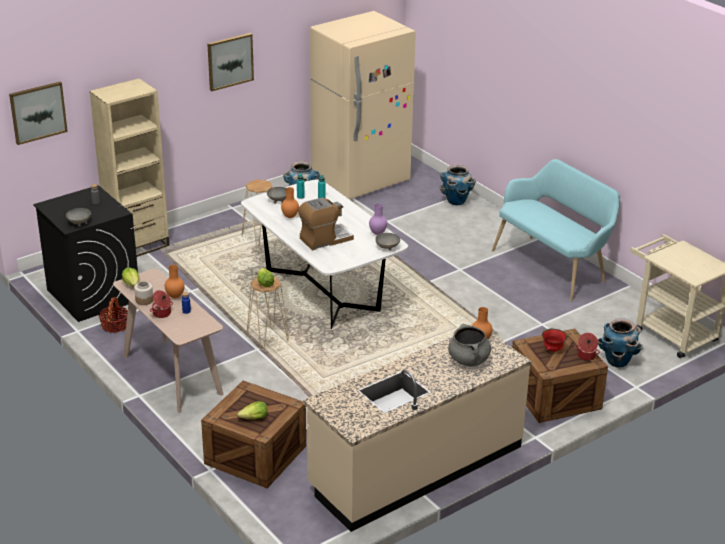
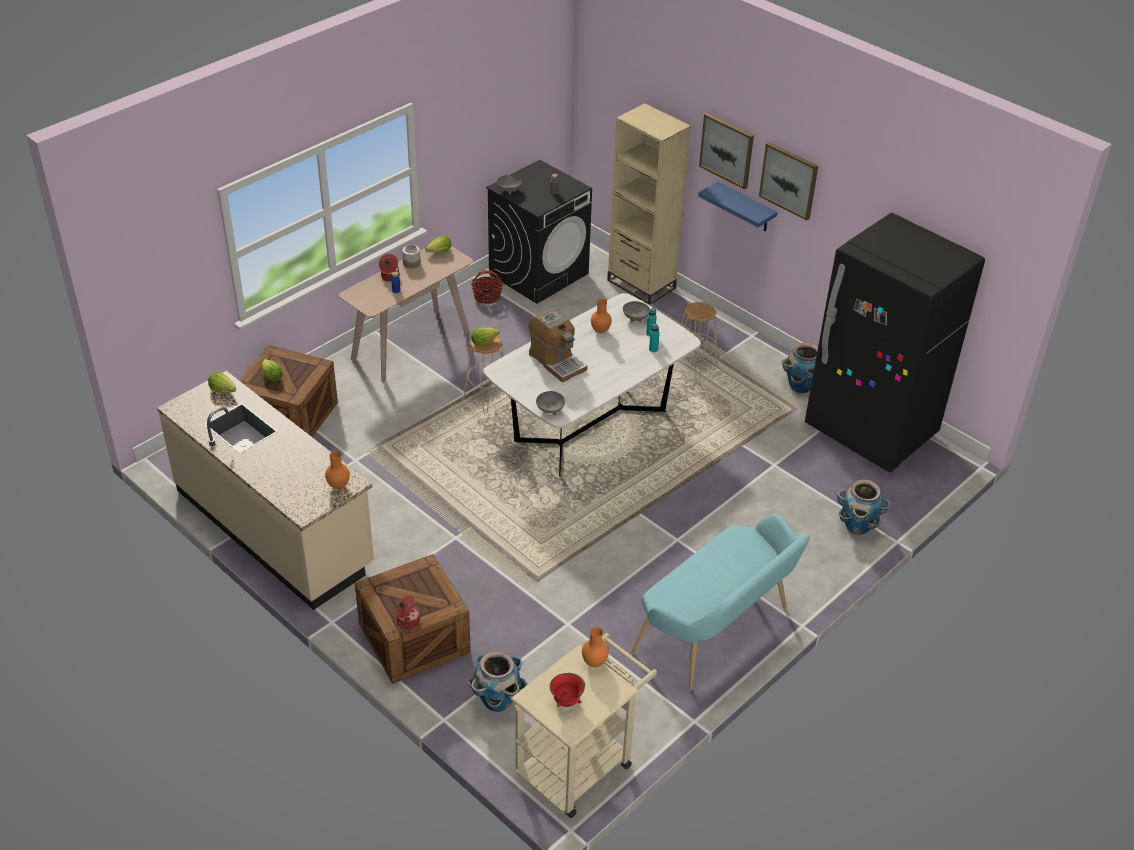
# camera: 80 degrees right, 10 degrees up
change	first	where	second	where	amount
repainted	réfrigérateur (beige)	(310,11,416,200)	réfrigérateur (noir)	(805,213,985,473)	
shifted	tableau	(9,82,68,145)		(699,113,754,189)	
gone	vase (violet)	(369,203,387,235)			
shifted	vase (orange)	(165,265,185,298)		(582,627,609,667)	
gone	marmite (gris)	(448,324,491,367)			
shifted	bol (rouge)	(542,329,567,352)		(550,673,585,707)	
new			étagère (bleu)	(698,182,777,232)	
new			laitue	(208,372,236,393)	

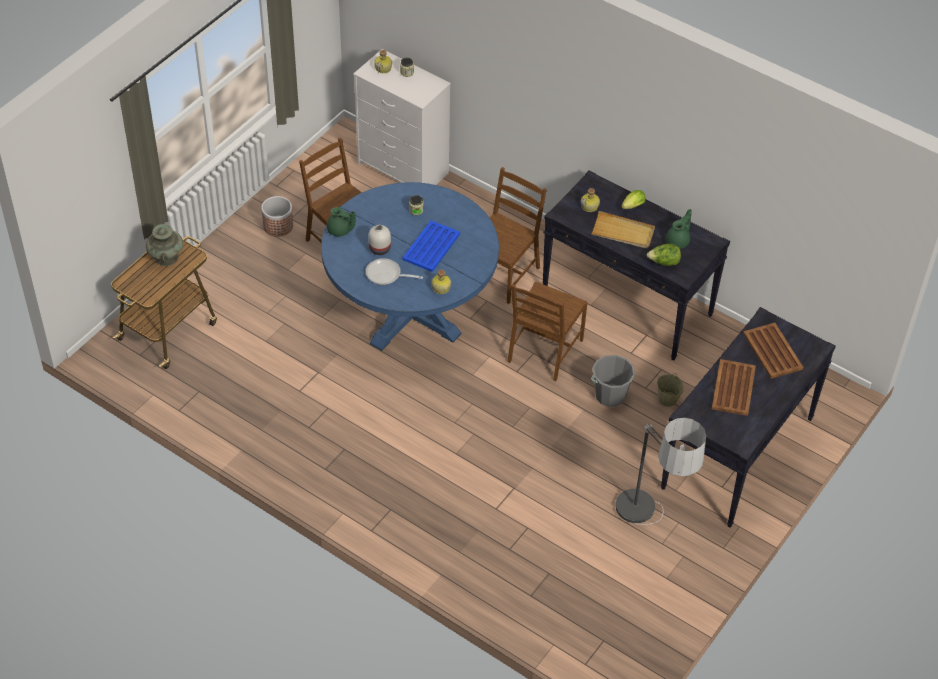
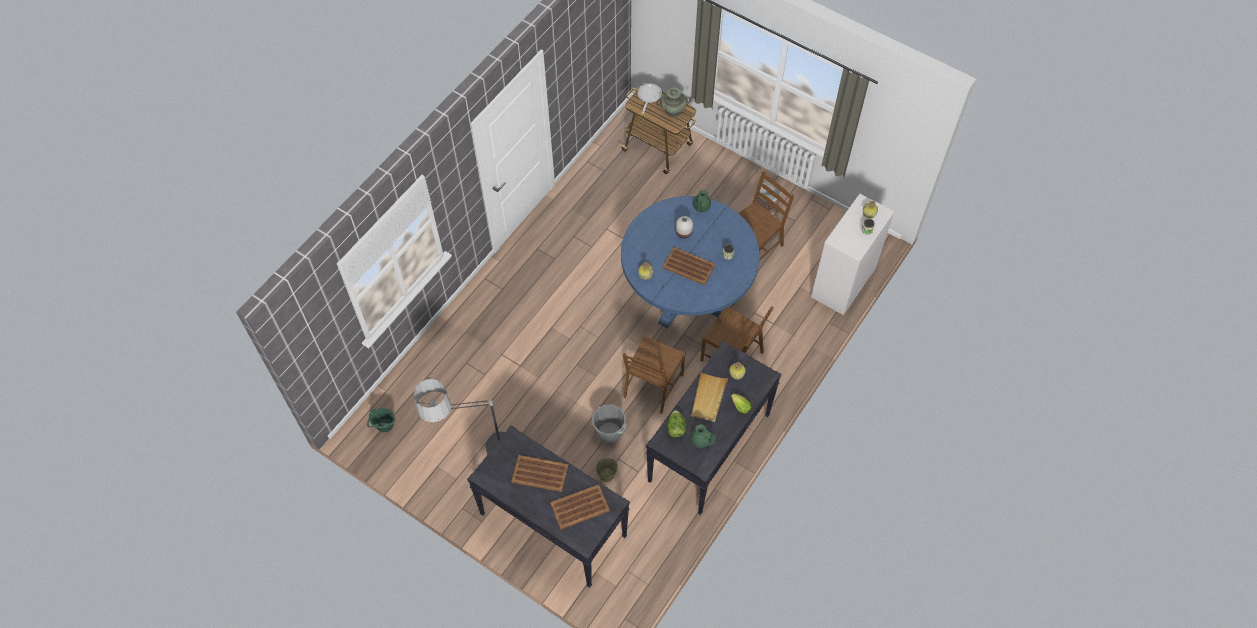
# camera: 90 degrees right, 10 degrees up
change	first	where	second	where	amount
repainted	plateau (bleu)	(402,221,460,272)	plateau (marron)	(662,247,716,285)	
shifted	poêle	(366,258,423,285)		(638,83,662,114)	
rotated	chaise (marron)	(507,281,588,381)		(623,336,686,414)	90 degrees counterclockwise
new			seau (vert)	(367,408,395,432)	

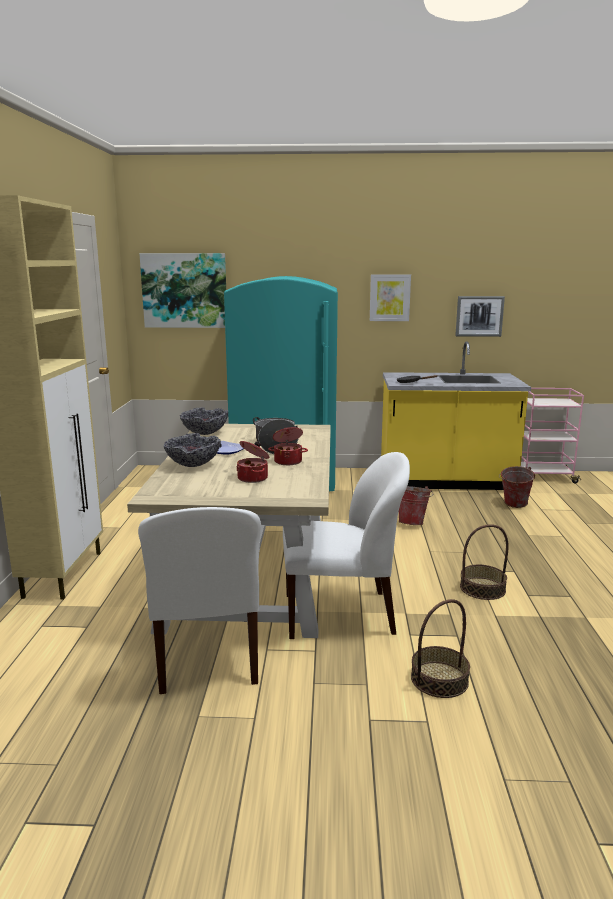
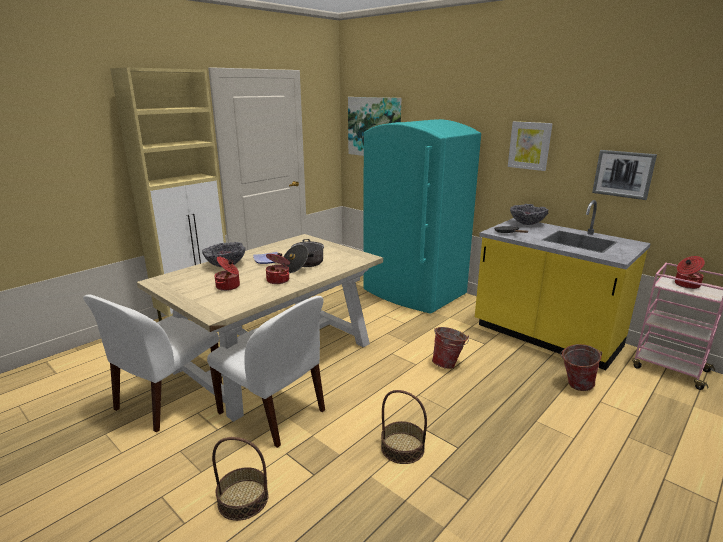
# camera: 40 degrees right, 5 degrees up
change	first	where	second	where	amount
shifted	bol	(180,407,228,435)		(510,204,549,225)	
new			marmite	(675,256,705,289)	

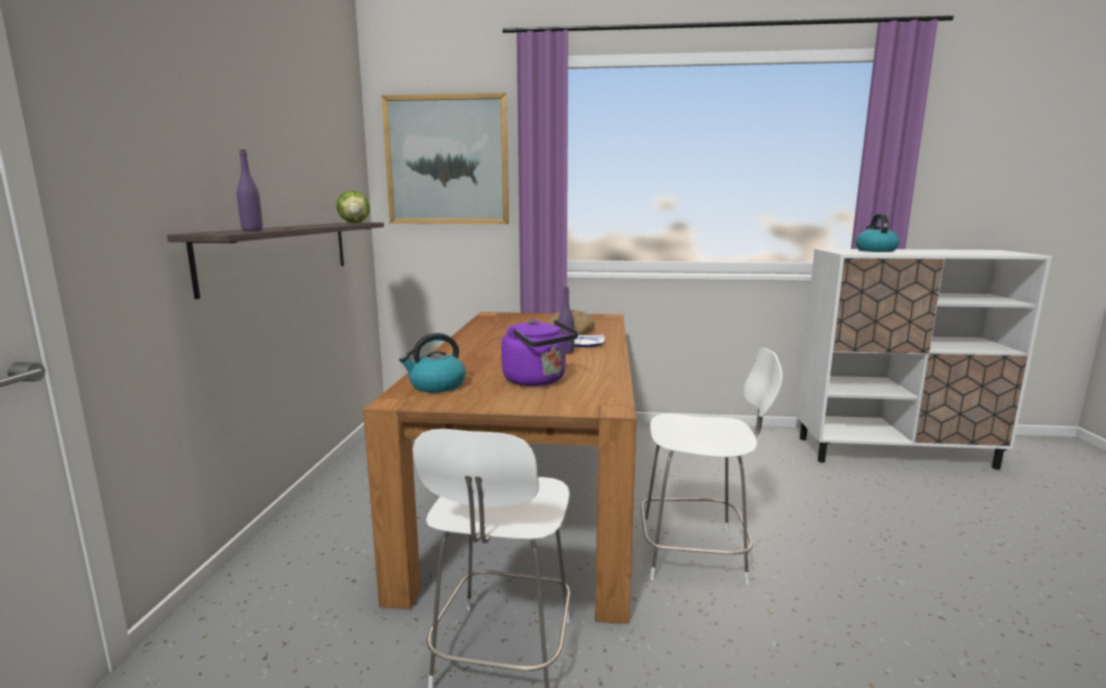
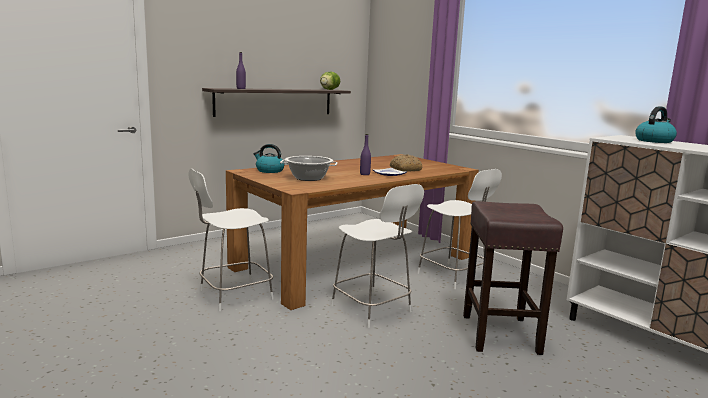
# camera: 45 degrees right, 0 degrees up
change	first	where	second	where	amount
gone	tableau	(382,93,509,224)			
swapped	bouilloire (violet)	(501,319,578,386)	marmite	(280,156,338,181)	
new			chaise (blanc)	(417,169,502,289)	
new			tabouret (marron)	(463,201,563,355)	

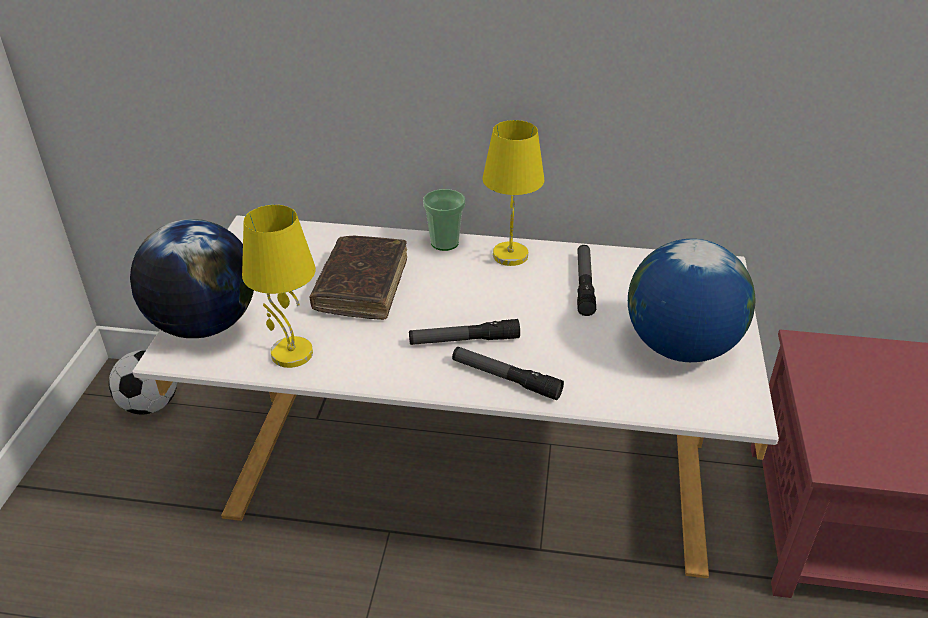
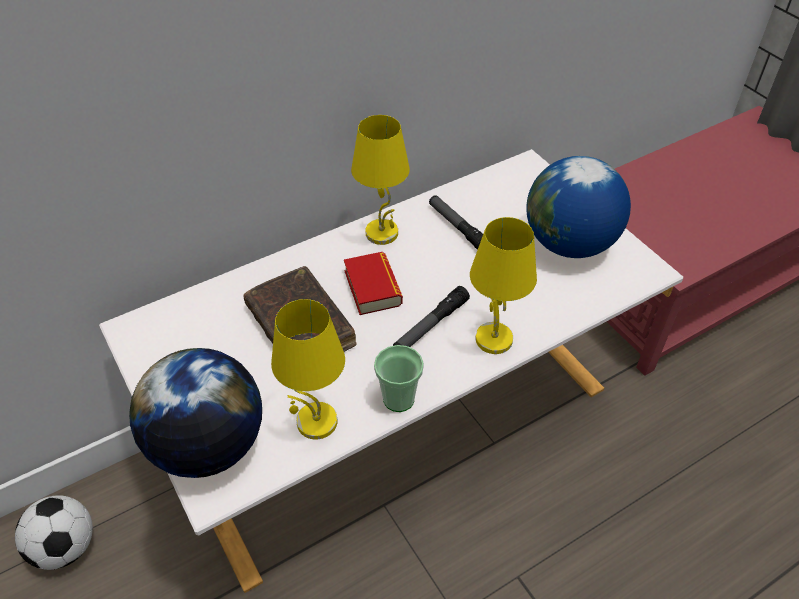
# camera: 40 degrees left, 10 degrees up
change	first	where	second	where	amount
shifted	tasse	(423,189,465,251)		(374,345,424,412)	
swapped	lampe de poche	(452,347,564,400)	lampe de table (jaune)	(470,217,537,354)	
new			livre	(344,252,403,315)	

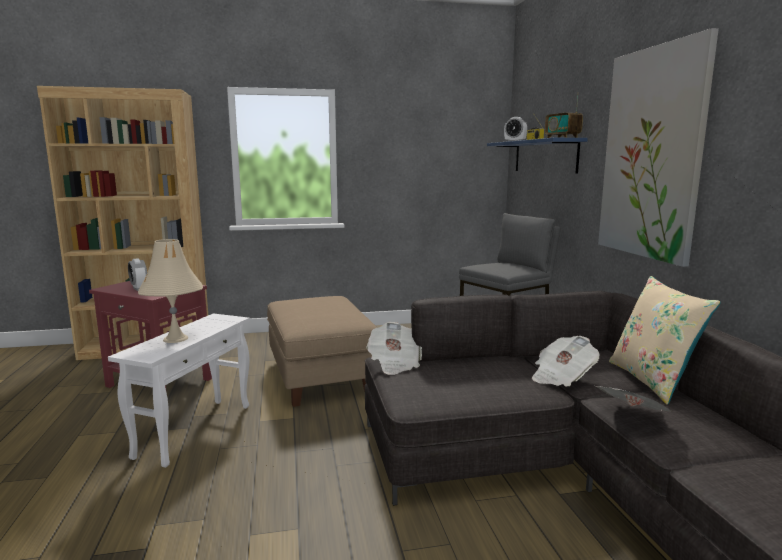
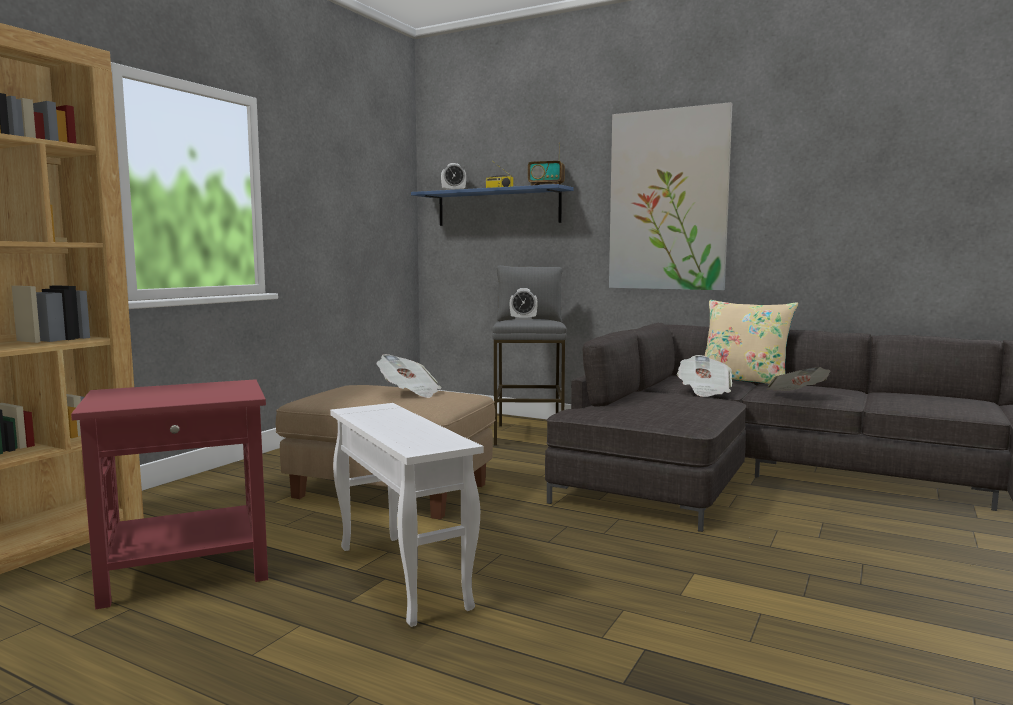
# camera: 50 degrees left, 5 degrees down
change	first	where	second	where	amount
gone	lampe de table (beige)	(138,239,203,343)			
shifted	réveil	(128,258,147,291)		(510,288,538,320)	
shifted	journal	(366,322,422,375)		(377,354,442,398)	

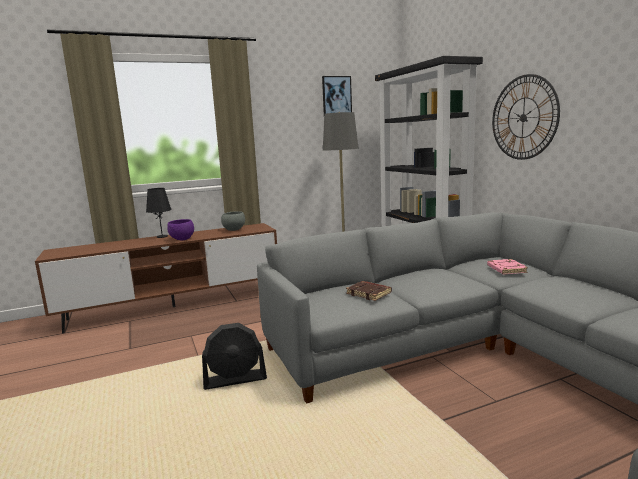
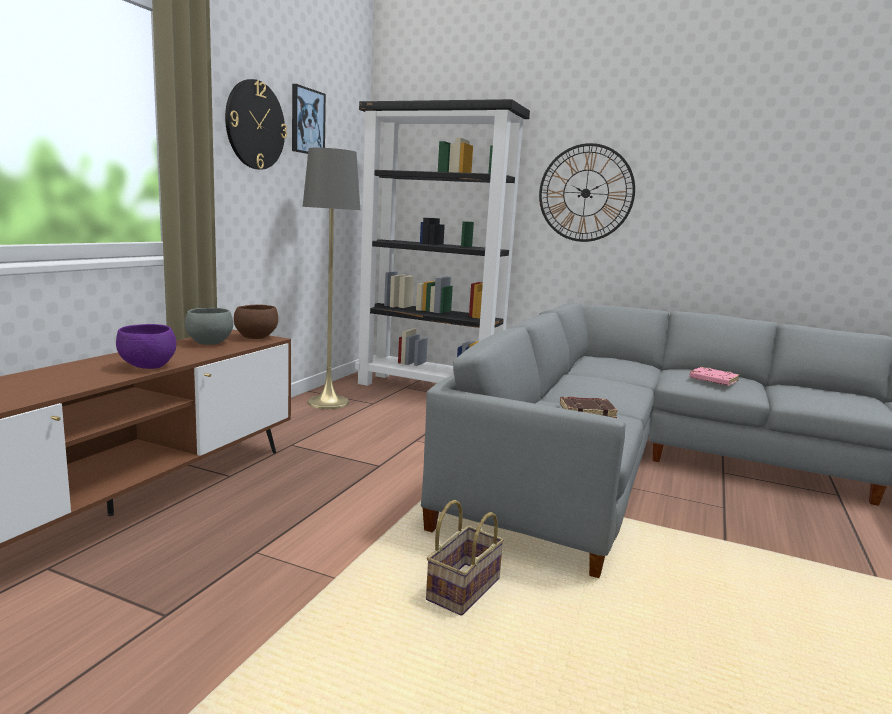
# camera: 45 degrees left, 0 degrees up
change	first	where	second	where	amount
gone	lampe de table (noir)	(146,188,172,238)			
shifted	livre (rose)	(487,259,528,274)		(689,367,740,386)	
swapped	ventilateur (noir)	(202,323,267,390)	panier	(426,500,504,616)	
new			horloge murale	(225,79,287,170)	
new			bol (marron)	(234,305,278,339)	

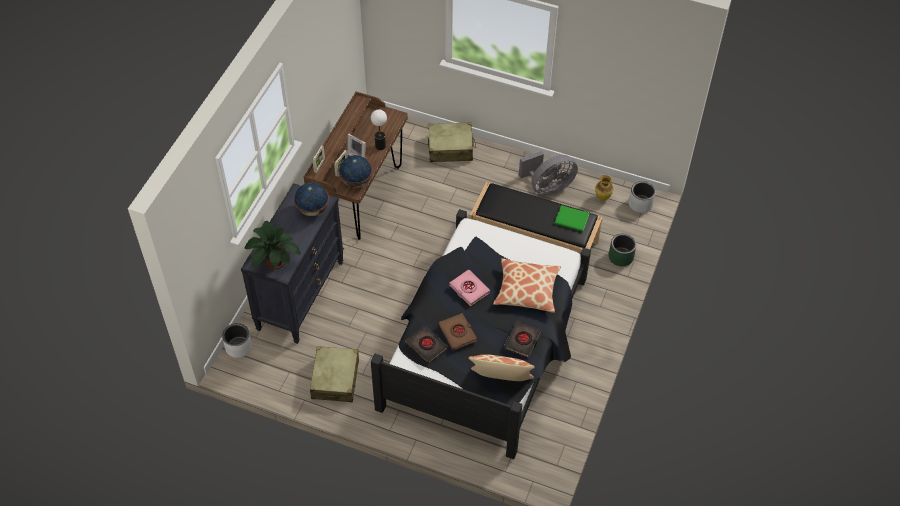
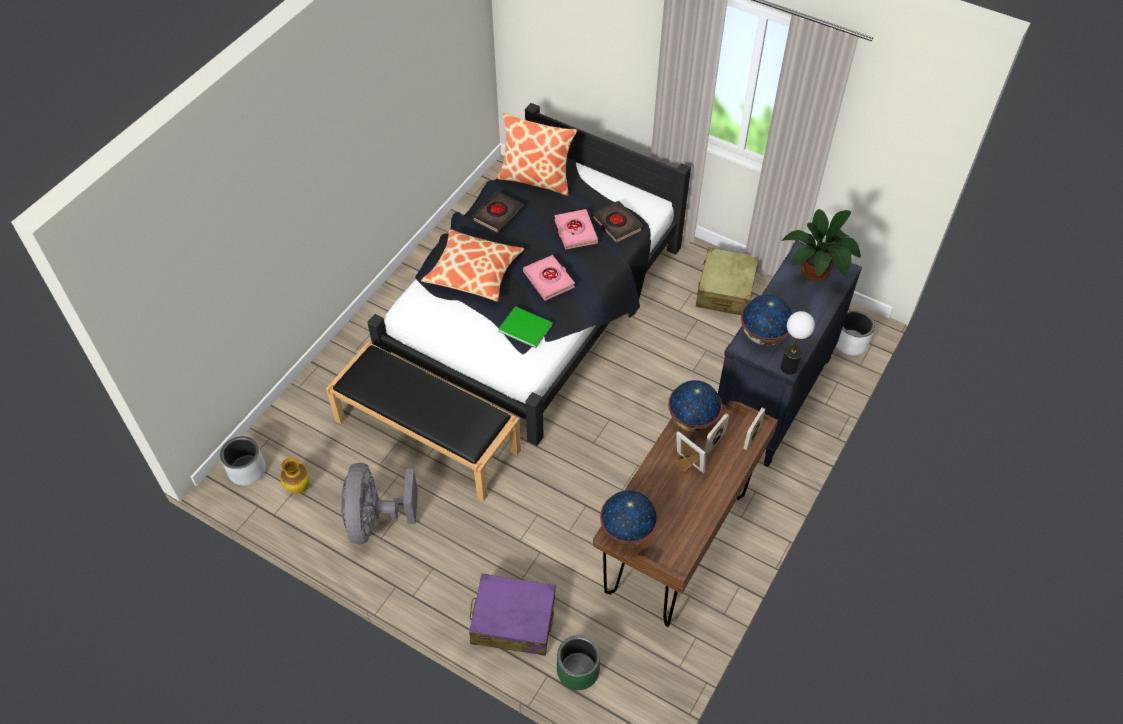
# camera: 170 degrees left, 0 degrees up
change	first	where	second	where	amount
shifted	lampe de table	(371,109,387,150)		(780,311,815,375)	
repainted	valise (beige)	(428,122,476,162)	valise (violet)	(469,574,556,656)	
rotated	ventilateur (gris)	(519,151,578,196)		(341,463,418,544)	75 degrees counterclockwise
shifted	livre (vert)	(555,205,589,232)		(498,306,553,348)	
shifted	cache-pot (vert)	(609,234,636,266)		(557,635,600,690)	
repainted	livre (marron)	(439,313,477,351)	livre (rose)	(554,209,598,250)	
new			globe	(600,490,658,546)	

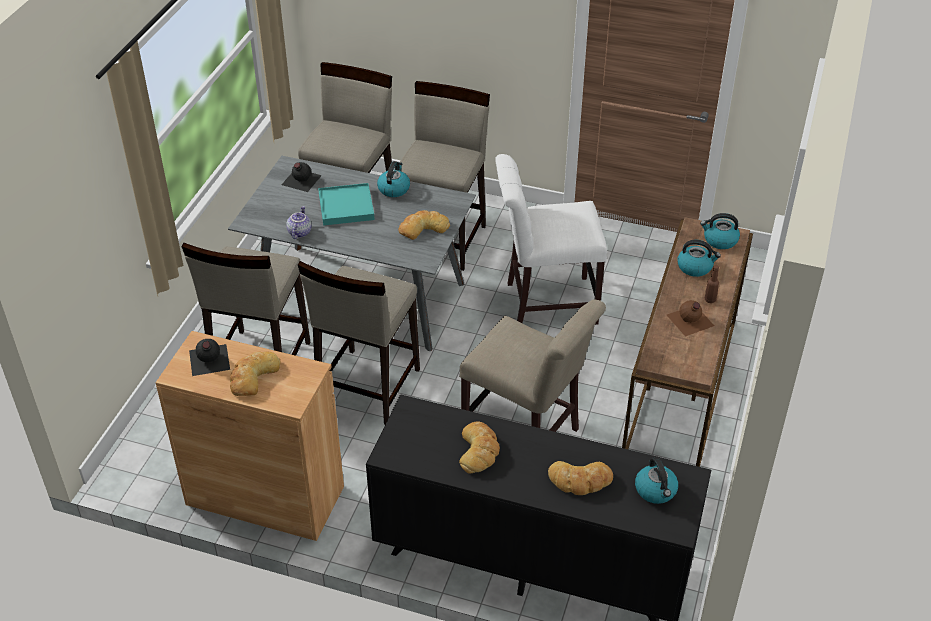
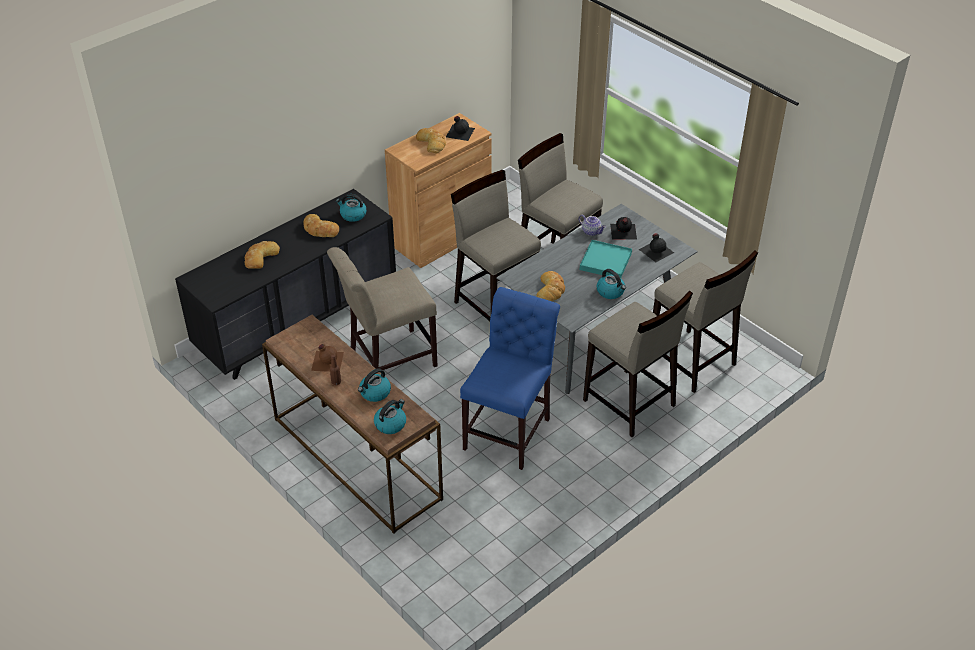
# camera: 120 degrees right, 0 degrees up
change	first	where	second	where	amount
repainted	chaise (blanc)	(495,154,607,325)	chaise (bleu)	(460,287,560,470)	
shifted	bouilloire	(635,457,678,504)		(336,194,367,222)	
new			bouteille (noir)	(610,217,637,239)	

